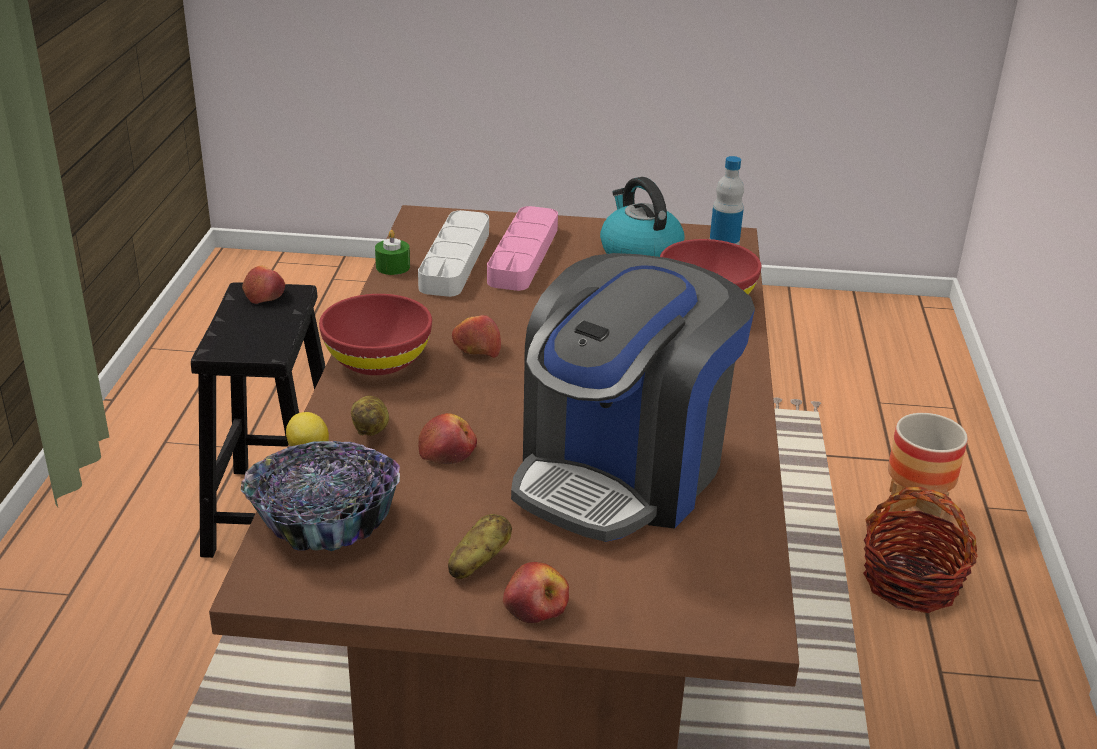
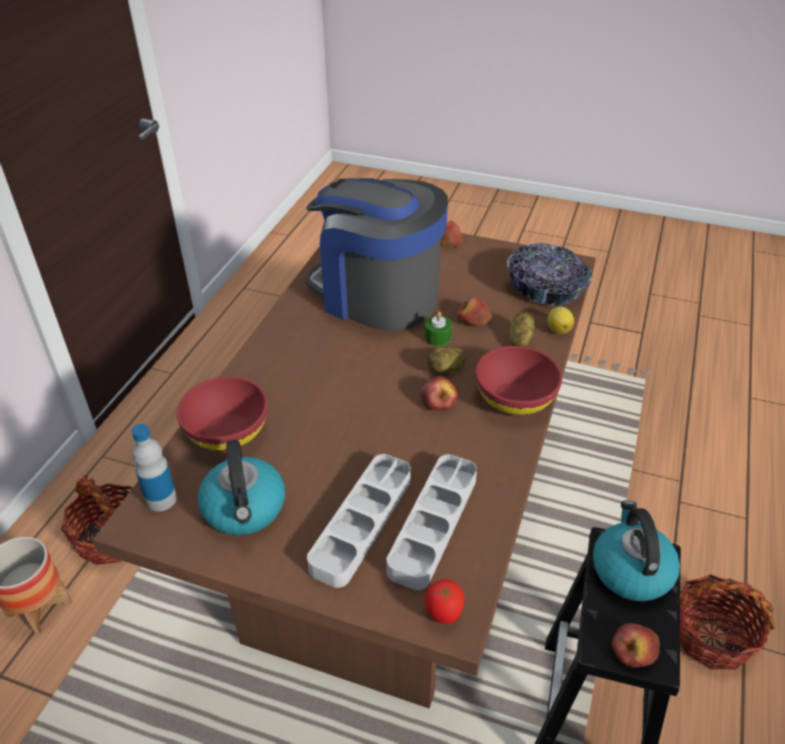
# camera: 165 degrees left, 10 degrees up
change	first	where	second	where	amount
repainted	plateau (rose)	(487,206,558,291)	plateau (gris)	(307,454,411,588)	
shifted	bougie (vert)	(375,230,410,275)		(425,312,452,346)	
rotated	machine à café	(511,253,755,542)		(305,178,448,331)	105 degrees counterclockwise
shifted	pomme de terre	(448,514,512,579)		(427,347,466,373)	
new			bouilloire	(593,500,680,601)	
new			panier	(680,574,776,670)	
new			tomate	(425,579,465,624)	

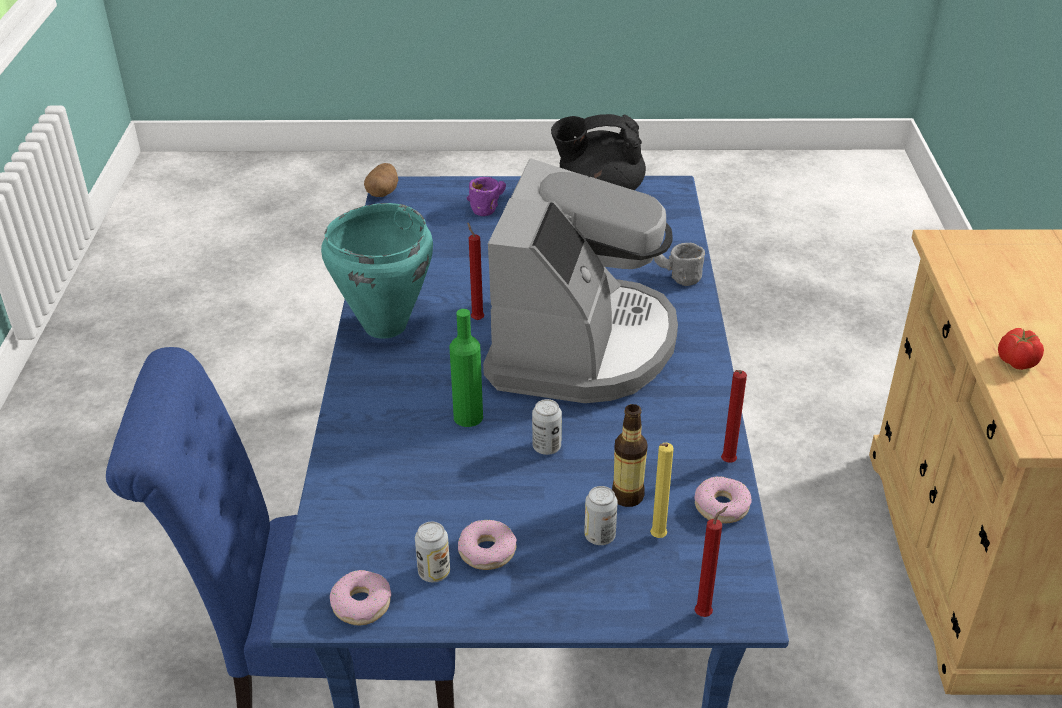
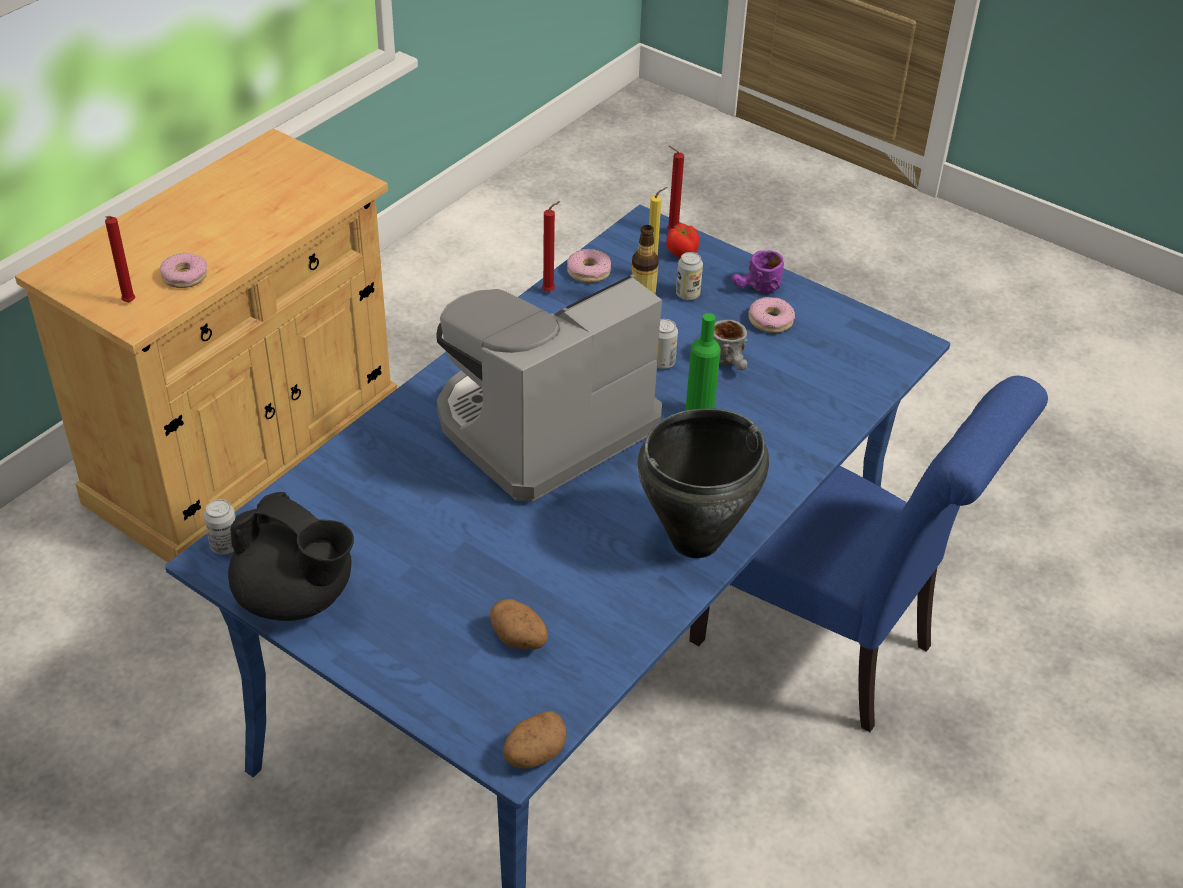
# camera: 145 degrees left, 5 degrees up
change	first	where	second	where	amount
shifted	mug (violet)	(467,177,506,216)		(732,250,784,294)	
repainted	marmite (turquoise)	(321,203,433,339)	marmite (noir)	(637,408,769,558)	
shifted	bougie (rouge)	(467,222,484,320)		(105,216,135,302)	
shifted	mug (gris)	(654,243,705,286)		(713,320,748,370)	
shifted	tomate	(998,328,1044,370)		(666,223,699,258)	
shifted	boîte métallique	(415,522,450,582)		(204,499,235,554)	
shifted	beignet	(330,570,391,625)		(159,253,207,288)	
new			pomme de terre	(490,599,548,650)	

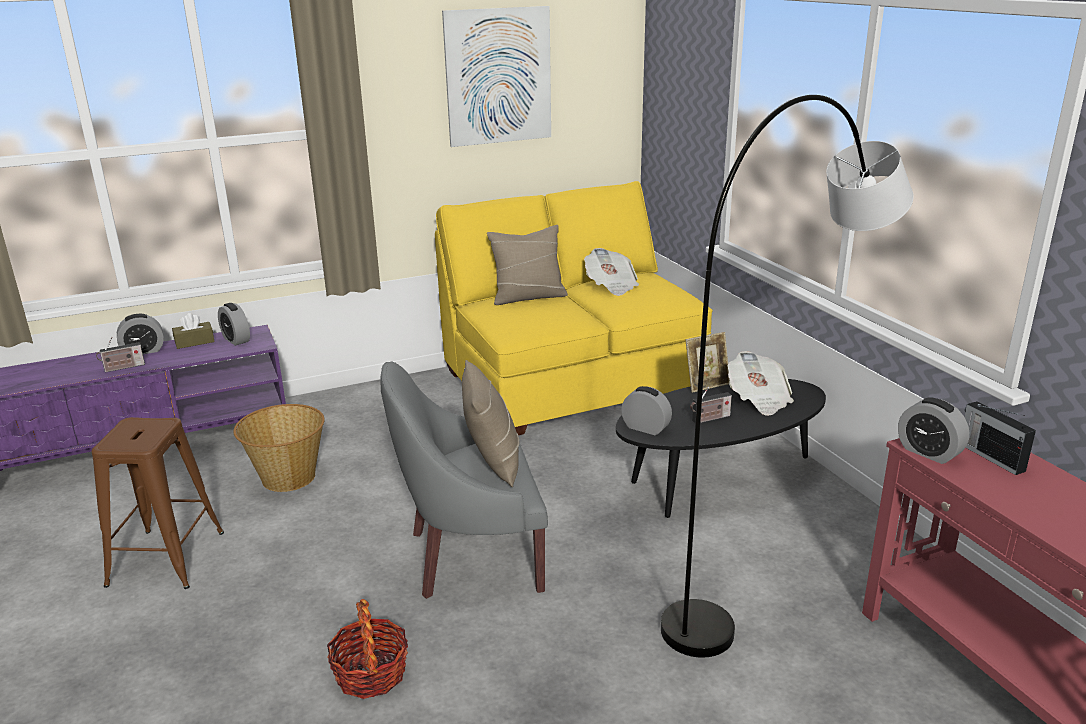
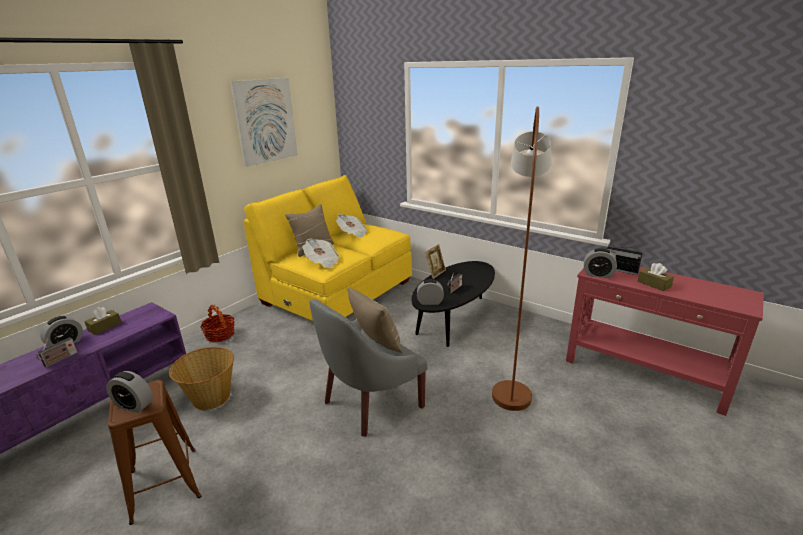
# camera: 30 degrees left, 0 degrees up
change	first	where	second	where	amount
repainted	lampadaire (gris)	(661,95,914,658)	lampadaire (marron)	(492,106,552,411)	
shifted	réveil	(218,303,250,346)		(107,371,153,413)	
shifted	journal	(727,351,794,416)		(302,238,340,268)	
shifted	panier	(327,599,408,699)		(200,305,235,343)	
new			boîte à mouchoirs (marron)	(638,263,674,291)	

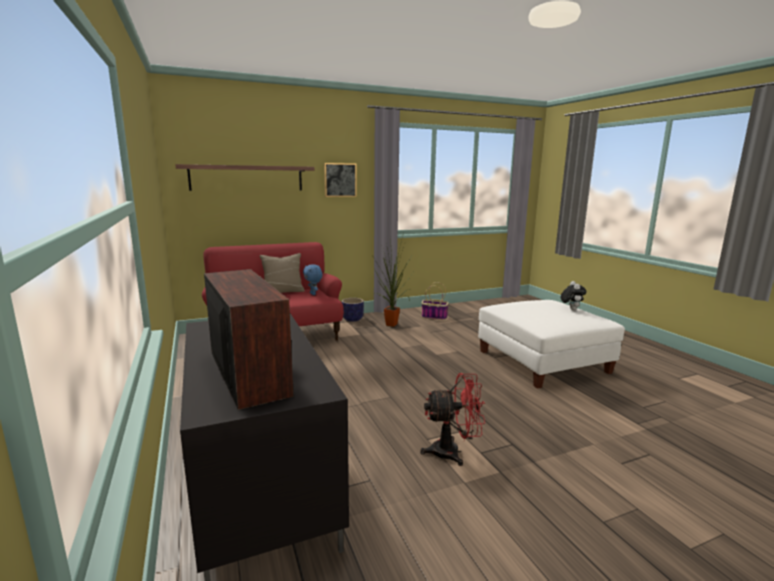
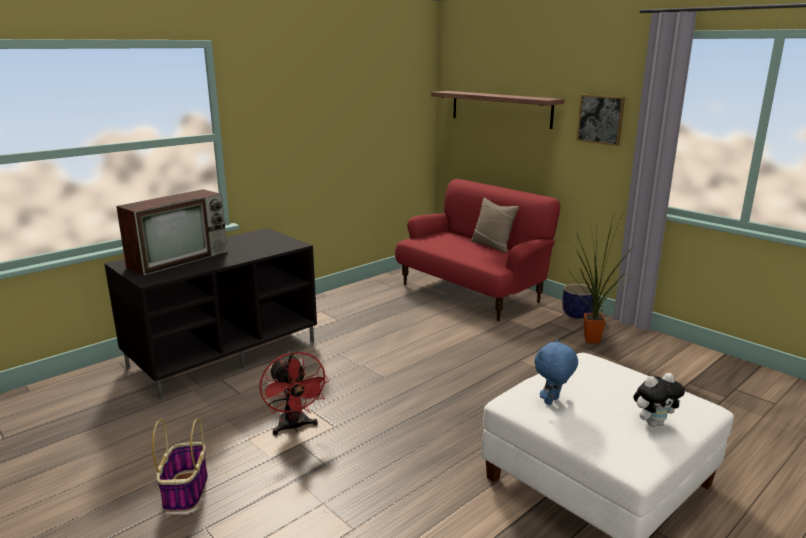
# camera: 70 degrees right, 5 degrees up
change	first	where	second	where	amount
shifted	peluche (bleu)	(303,264,322,295)		(535,339,578,405)	
shifted	panier	(421,282,449,320)		(152,419,208,512)	

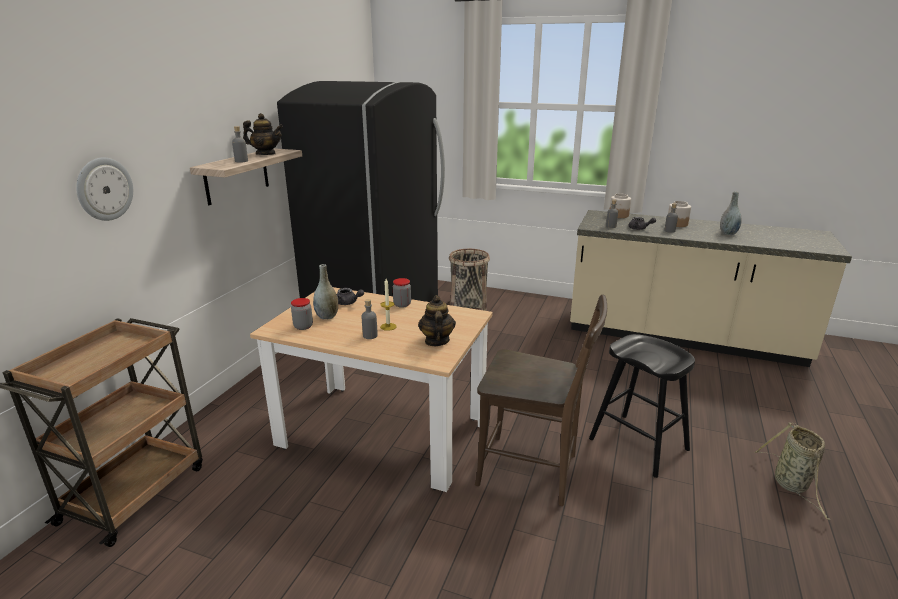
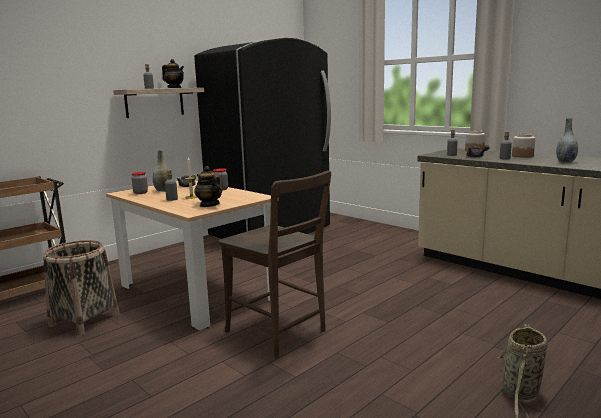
# camera: 25 degrees right, 10 degrees down
change	first	where	second	where	amount
gone	horloge murale	(76,158,133,221)			
shifted	panier	(449,249,490,311)		(43,240,120,336)	
rotated	théière	(418,295,456,346)		(194,166,222,207)	60 degrees counterclockwise
gone	tabouret (noir)	(589,334,695,478)			

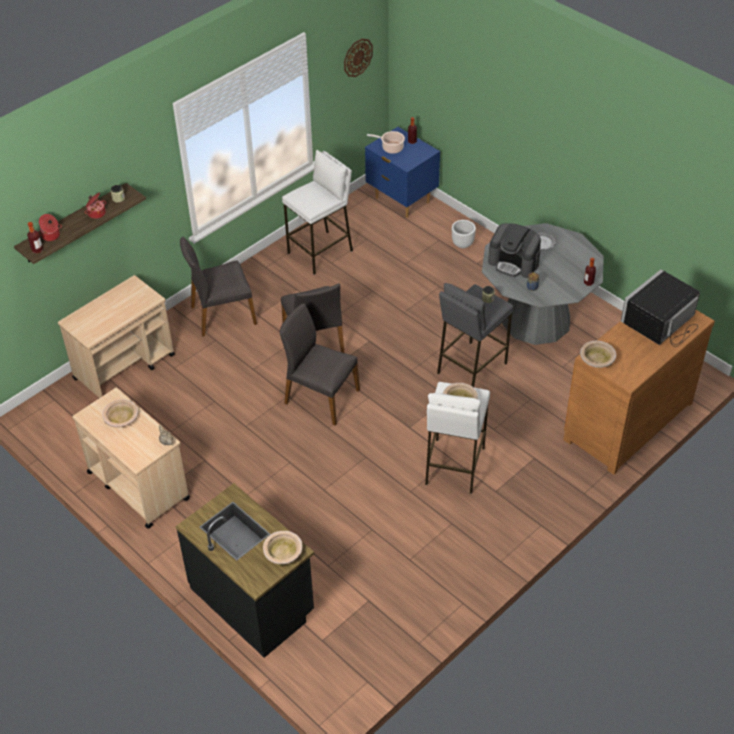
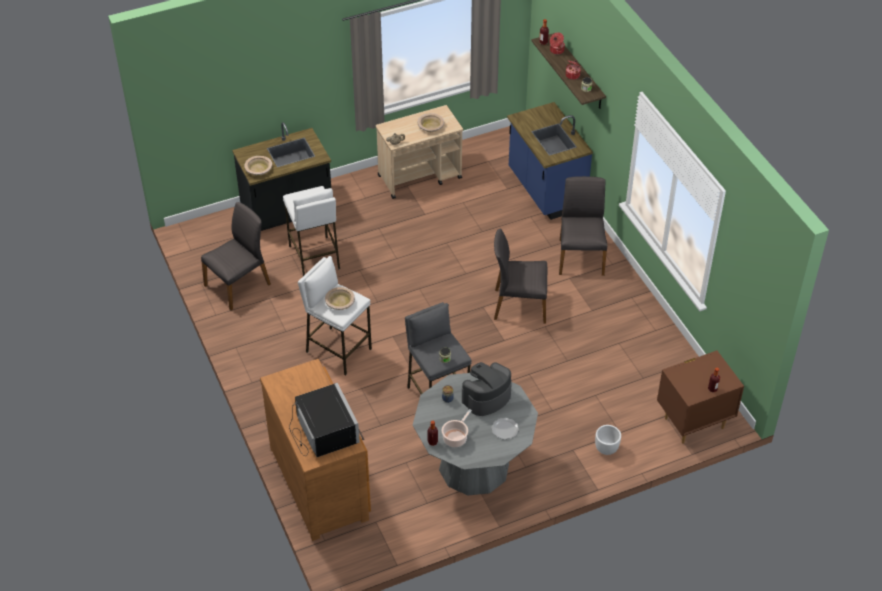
# camera: 110 degrees right, 0 degrees up
change	first	where	second	where	amount
gone	horloge murale	(344,39,373,77)			
repainted	table de chevet (bleu)	(365,127,440,218)	table de chevet (marron)	(657,351,744,444)	
shifted	marmite	(367,131,405,154)		(442,409,472,447)	
shifted	tabouret (blanc)	(282,150,353,275)		(283,186,340,276)	
swapped	chariot (beige)	(58,275,175,399)	comptoir de cuisine (bleu)	(507,102,593,220)	
shifted	chaise (gris)	(280,304,360,426)		(201,202,271,310)	
gone	bol (beige)	(580,341,616,368)			

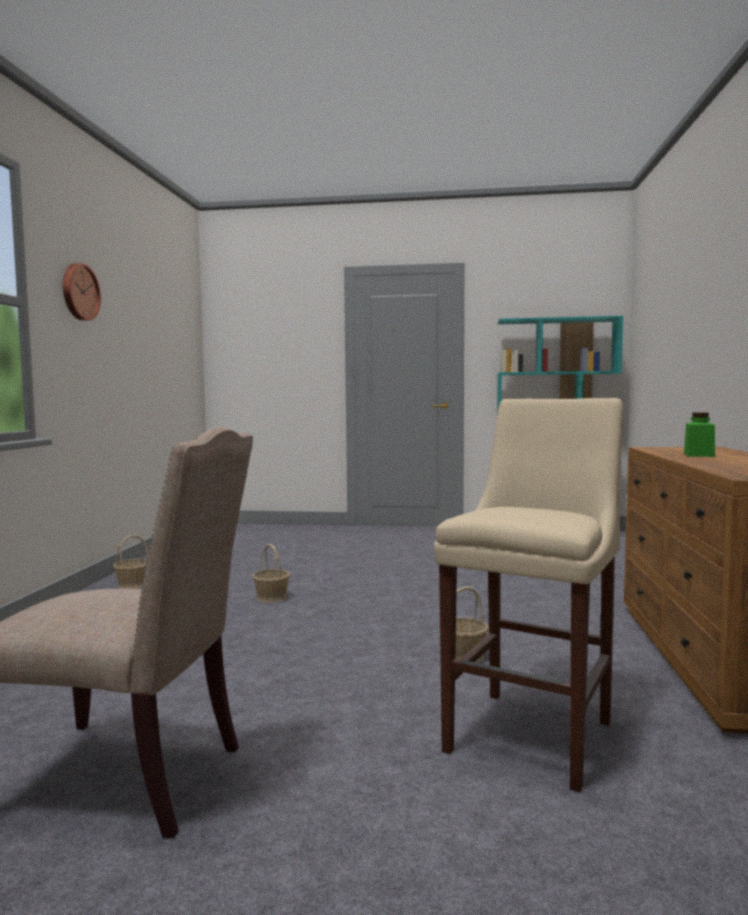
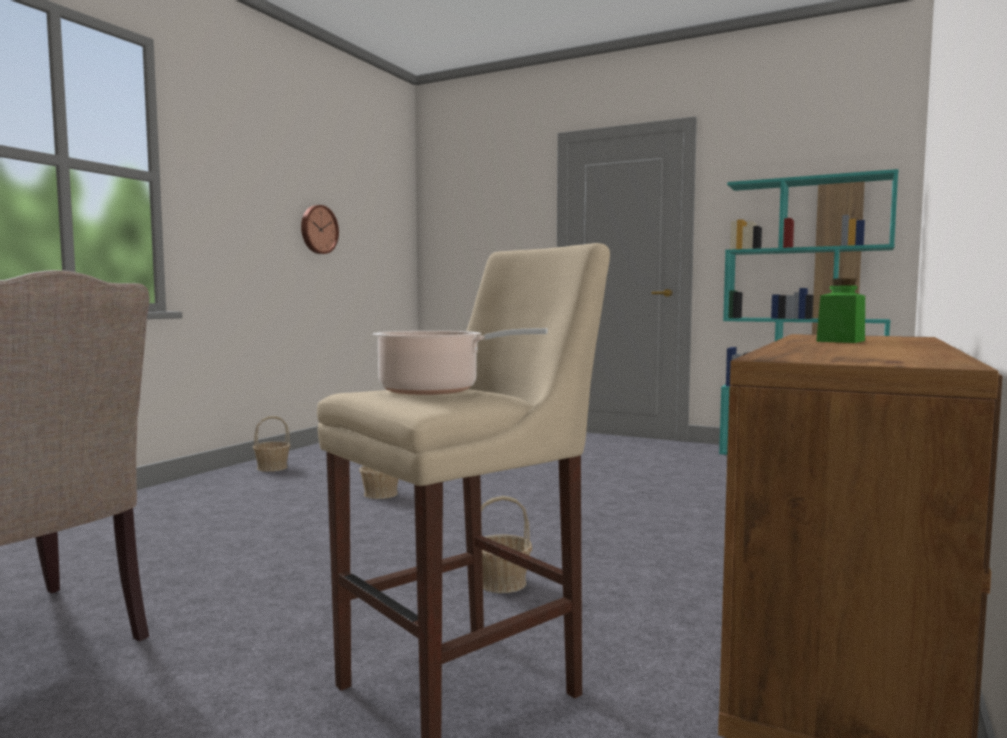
# camera: 20 degrees right, 0 degrees up
change	first	where	second	where	amount
shifted	horloge murale	(63,263,101,321)		(301,205,339,254)	
new			marmite	(373,328,548,395)	

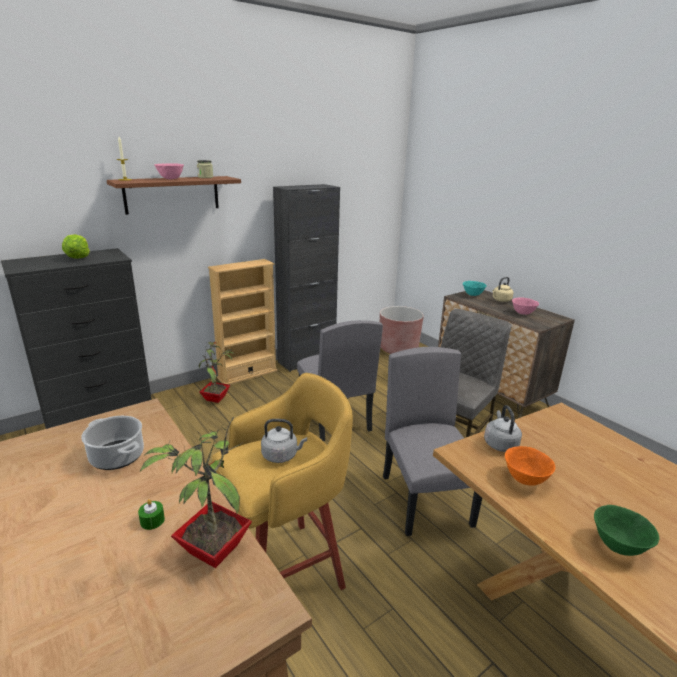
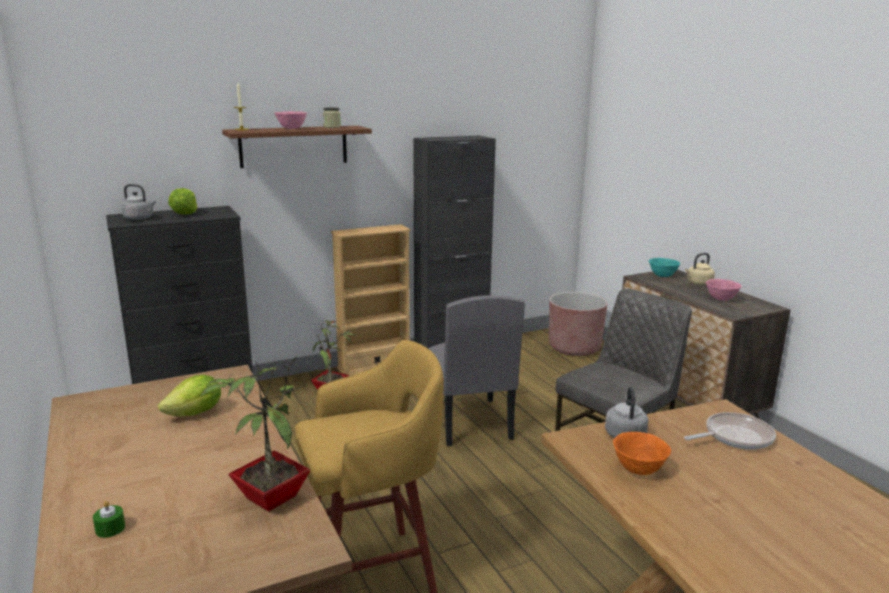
# camera: 10 degrees right, 5 degrees down
change	first	where	second	where	amount
gone	chaise (gris)	(383,347,482,536)			
swapped	marmite	(81,416,144,470)	laitue	(158,375,221,417)	
shifted	bouilloire (gris)	(261,419,307,463)		(121,184,156,220)	
shifted	bougie (vert)	(138,499,165,530)		(93,501,125,538)	
gone	bol (vert)	(594,505,659,556)			
new			poêle	(684,412,776,450)	

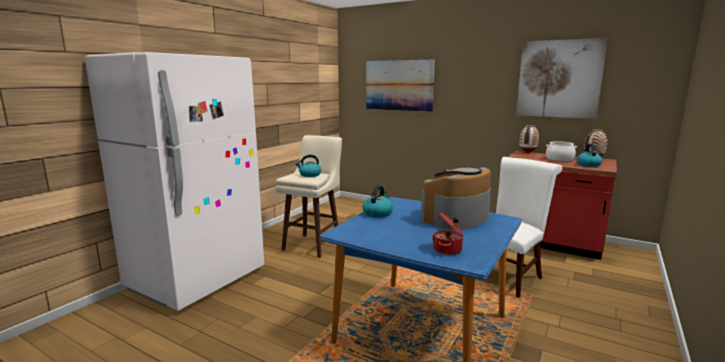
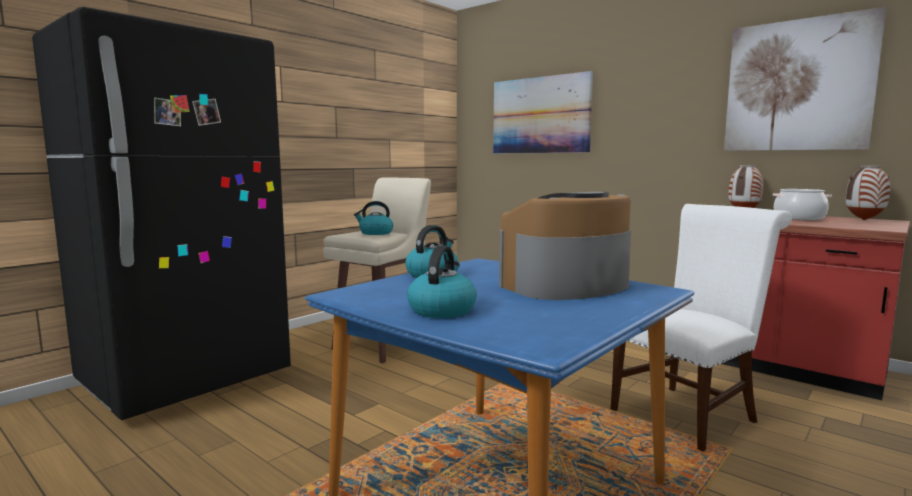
# camera: 10 degrees right, 5 degrees down
change	first	where	second	where	amount
repainted	réfrigérateur (blanc)	(85,52,264,311)	réfrigérateur (noir)	(32,7,291,420)	
shifted	bouilloire	(577,144,603,167)		(407,245,477,318)	
gone	marmite	(432,213,463,255)			

